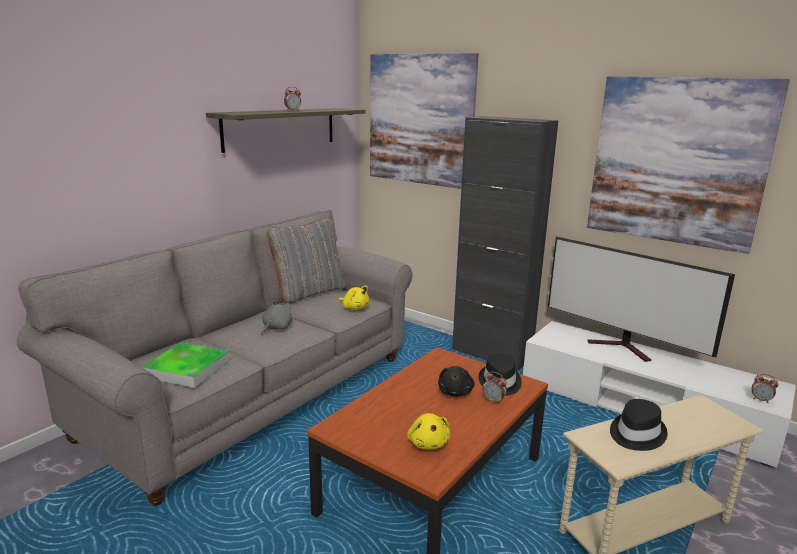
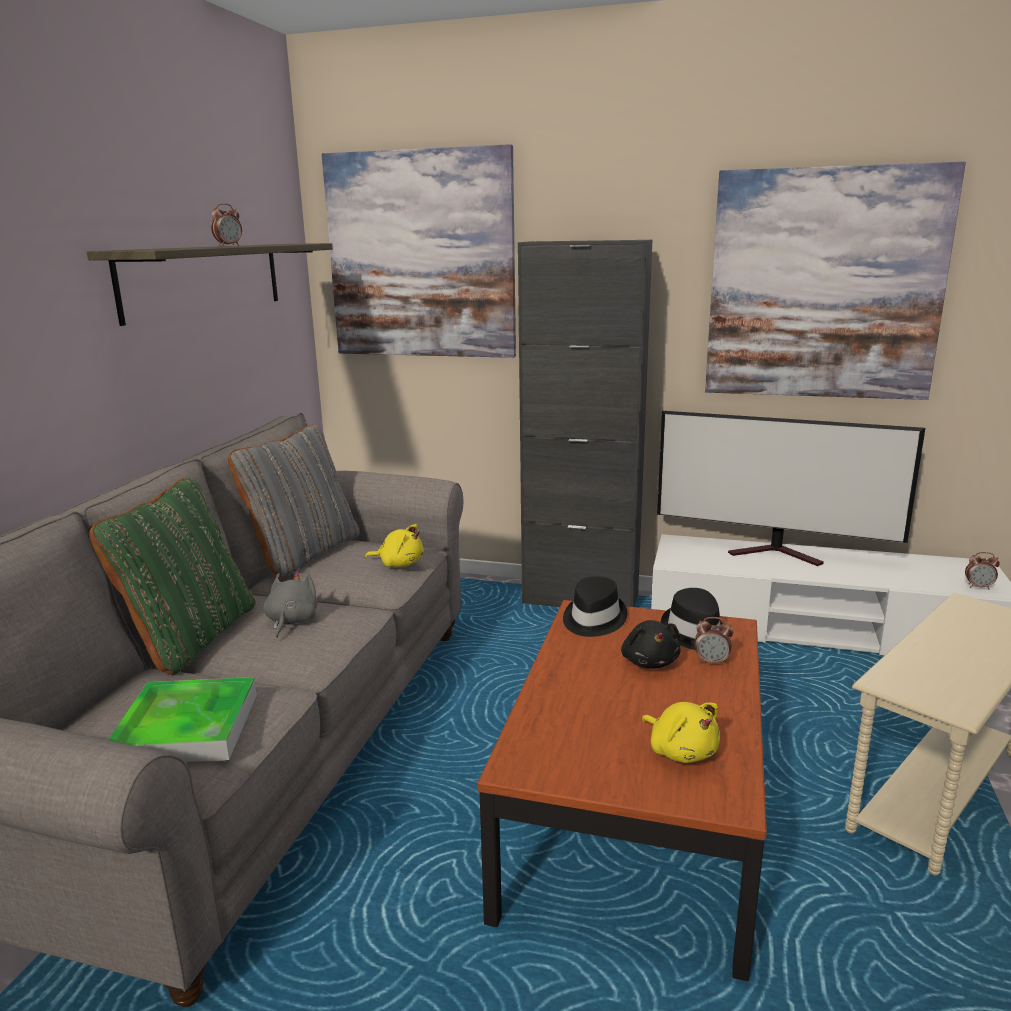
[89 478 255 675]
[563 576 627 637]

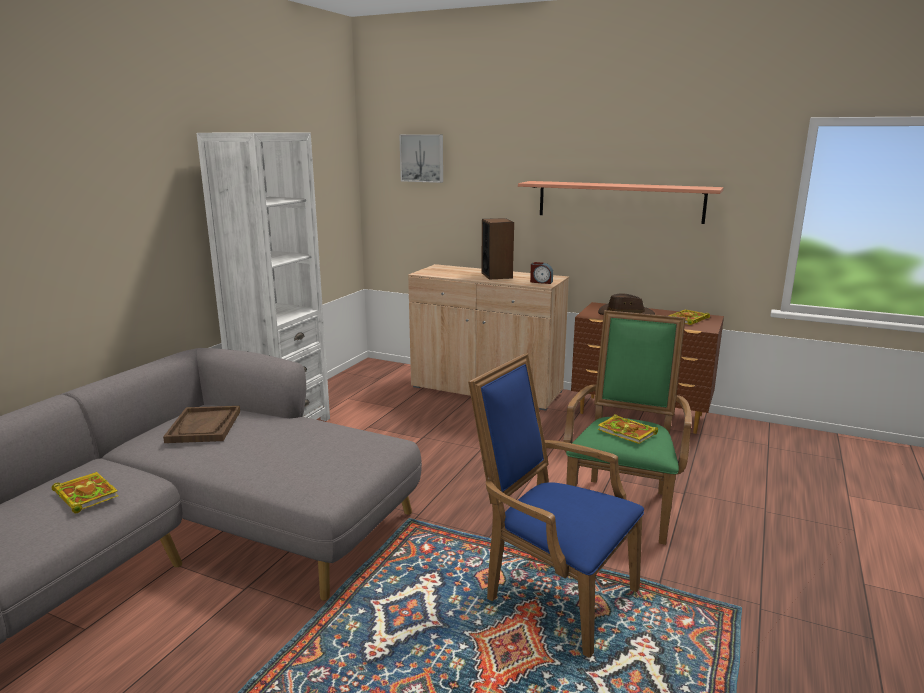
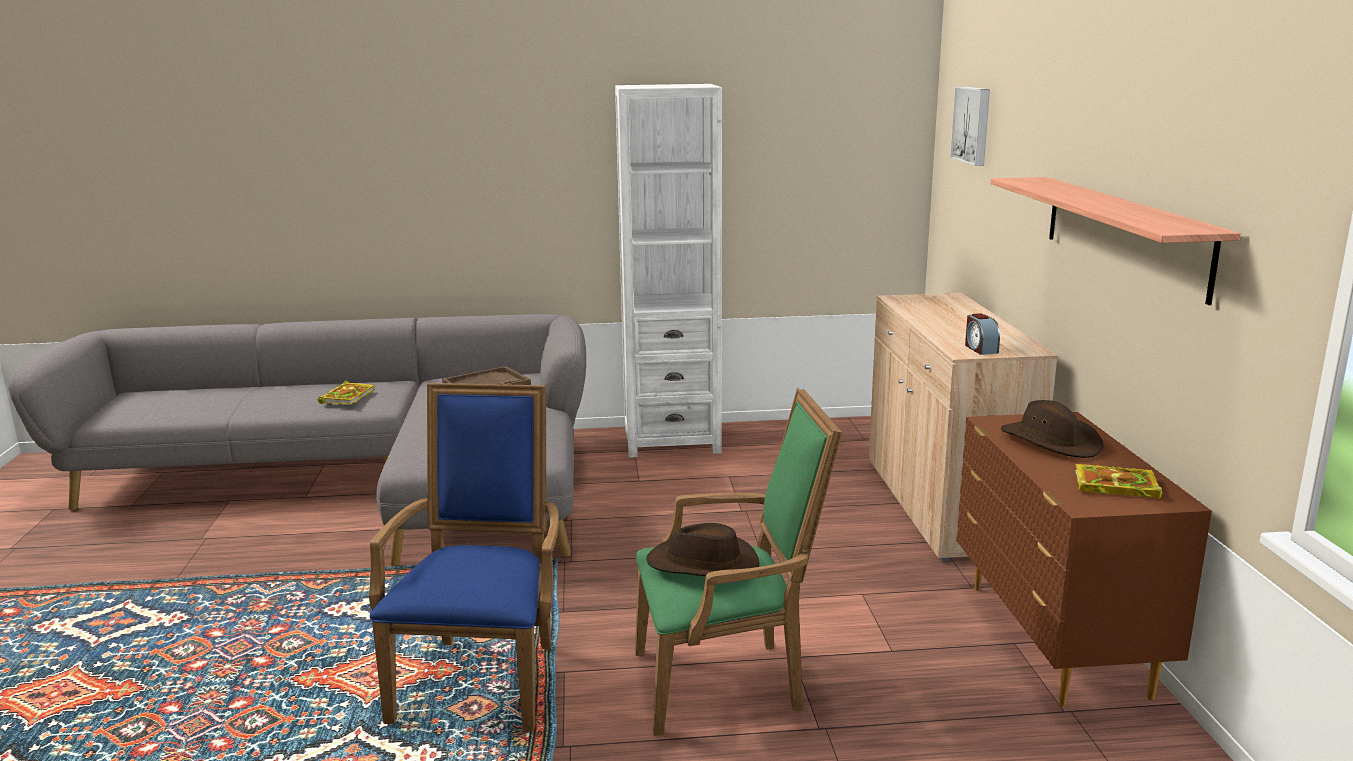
[646 523 759 576]
[481 218 514 280] (first image)

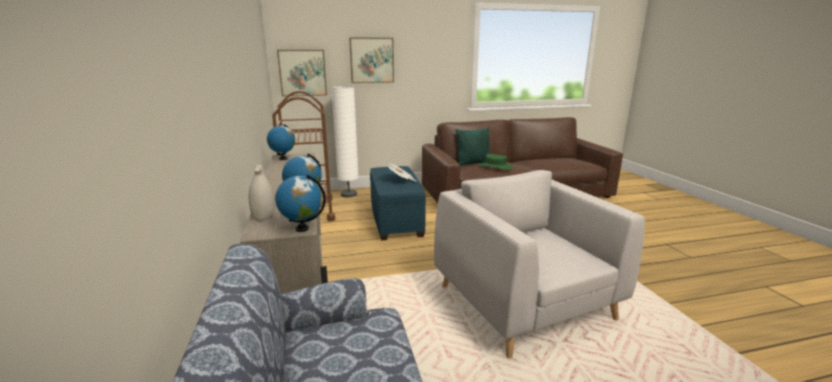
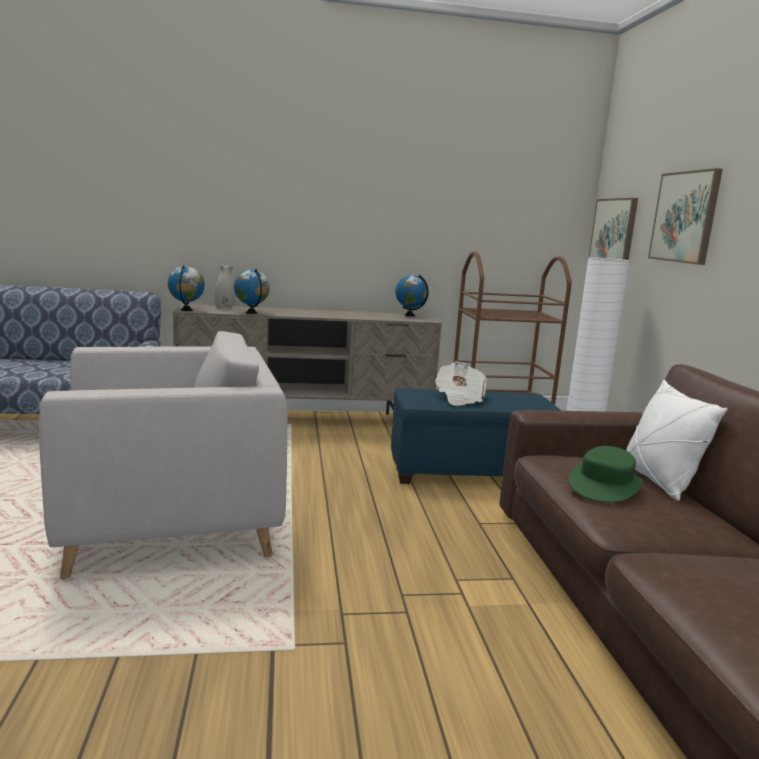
[626 380 727 501]

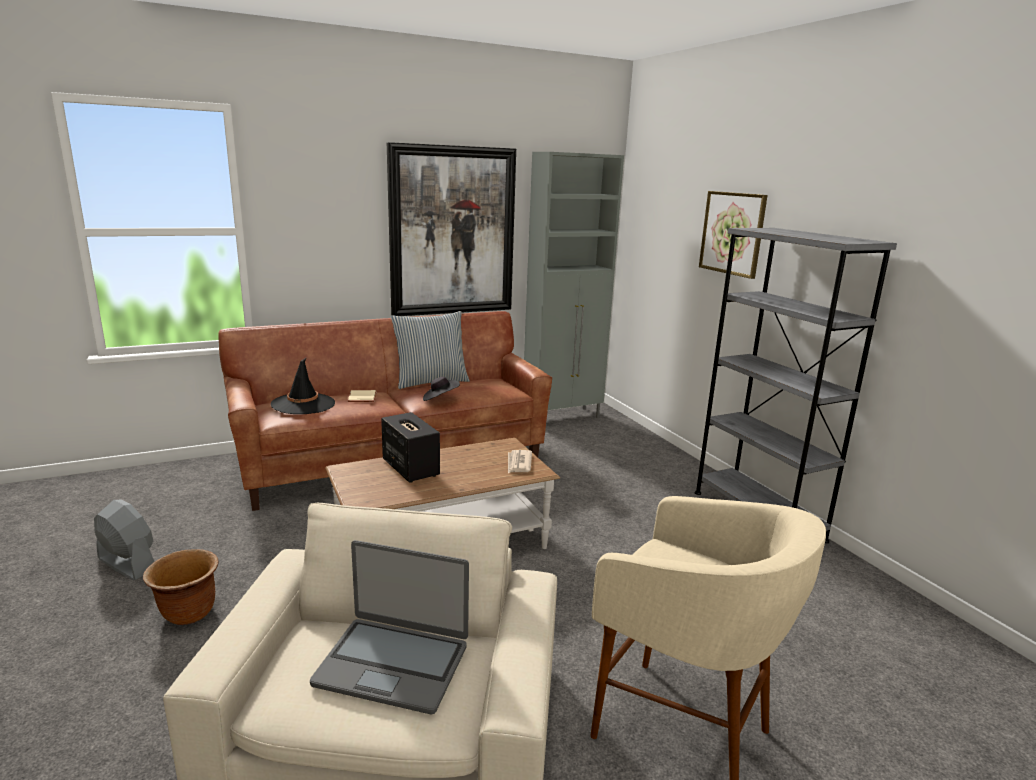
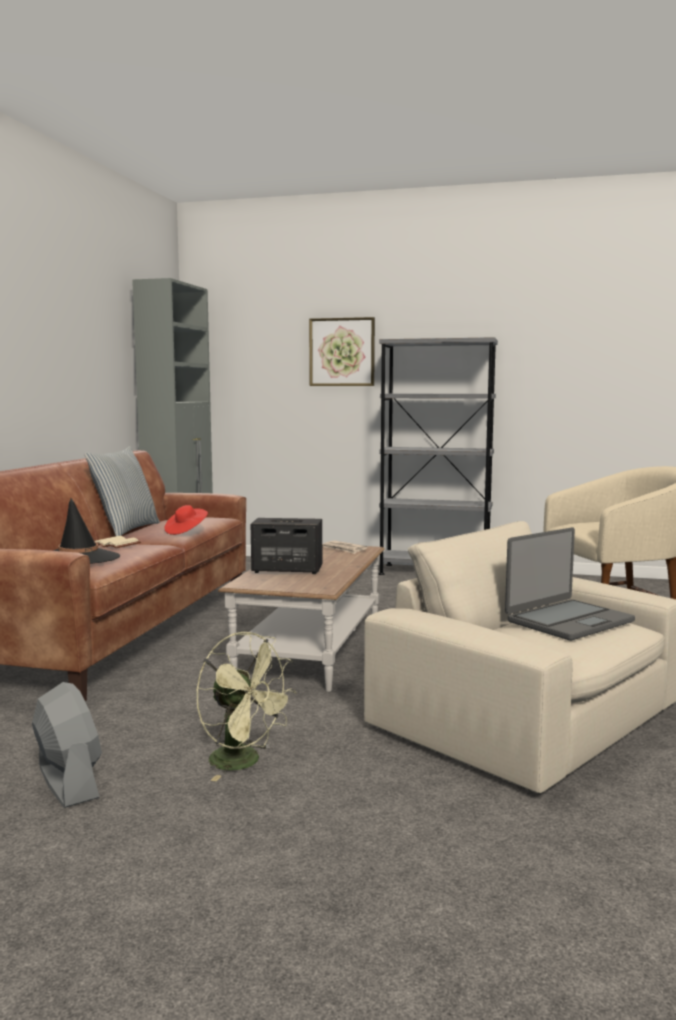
[32 682 102 808]
[164 505 208 535]
[197 632 297 781]
[387 142 516 316] (first image)

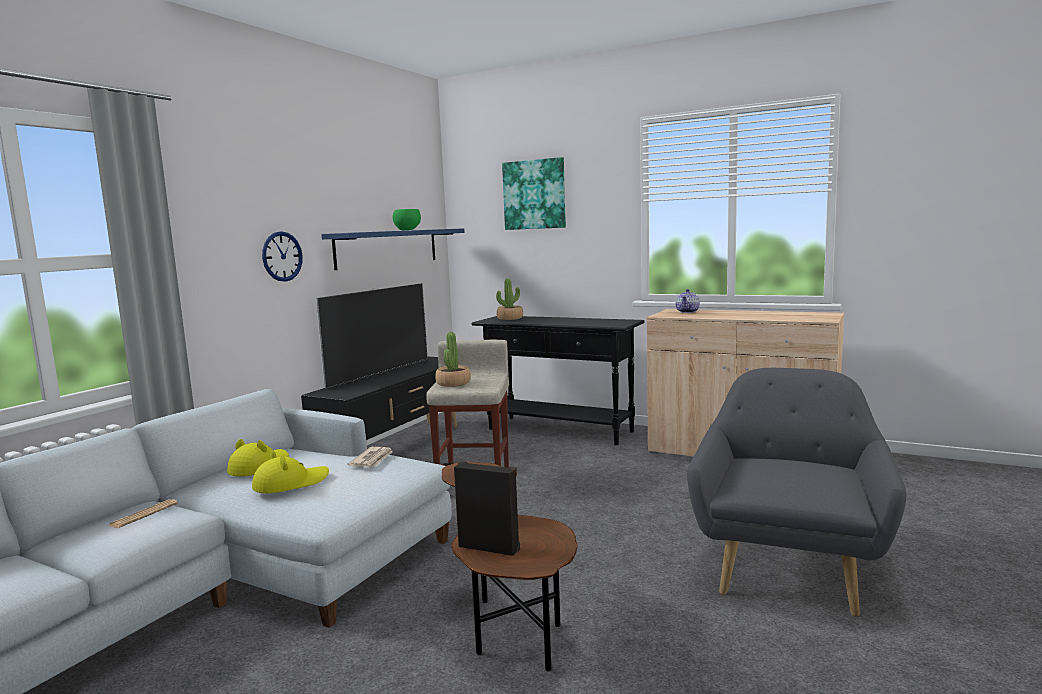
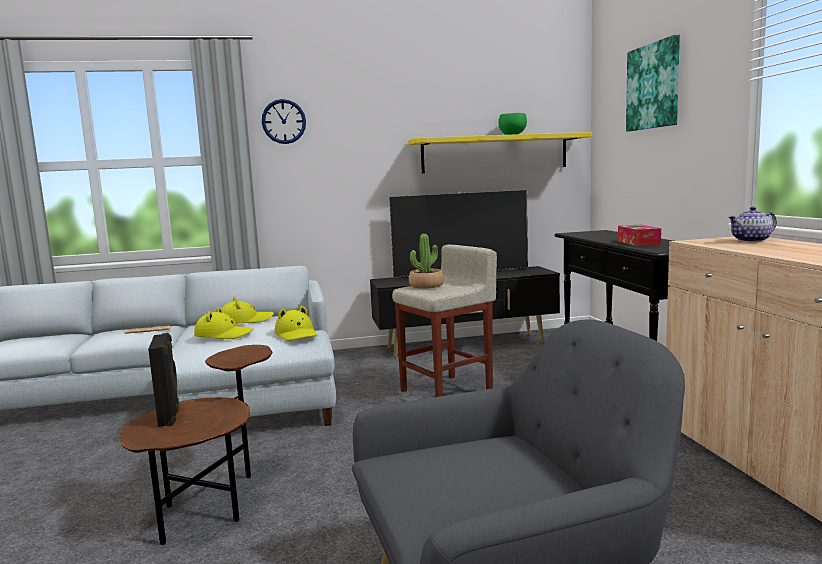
[262 99 306 144]
[275 306 317 341]
[408 132 592 173]
[618 225 661 246]
[496 278 523 320] (first image)

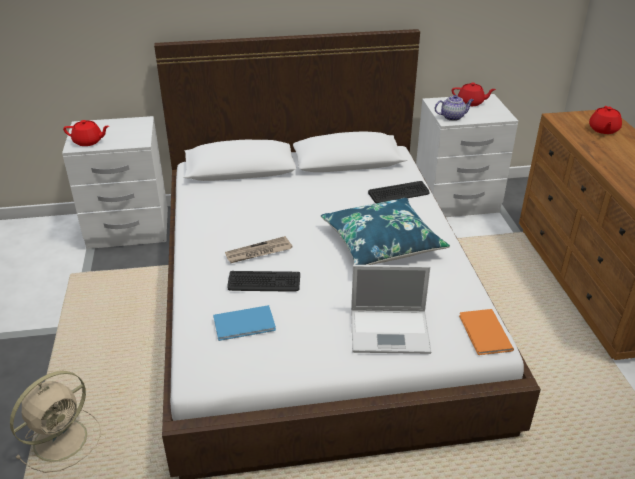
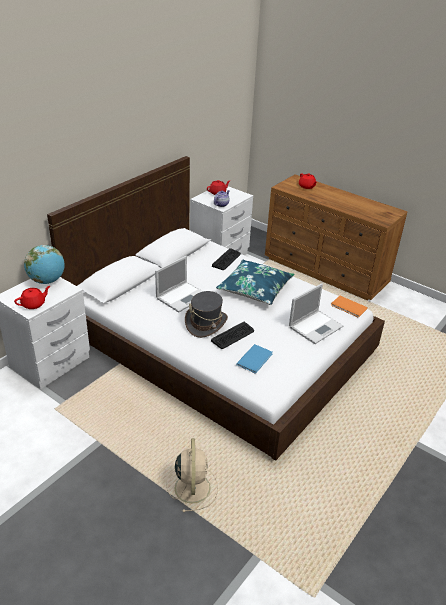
[24 245 65 284]
[155 256 203 312]
[185 291 228 338]

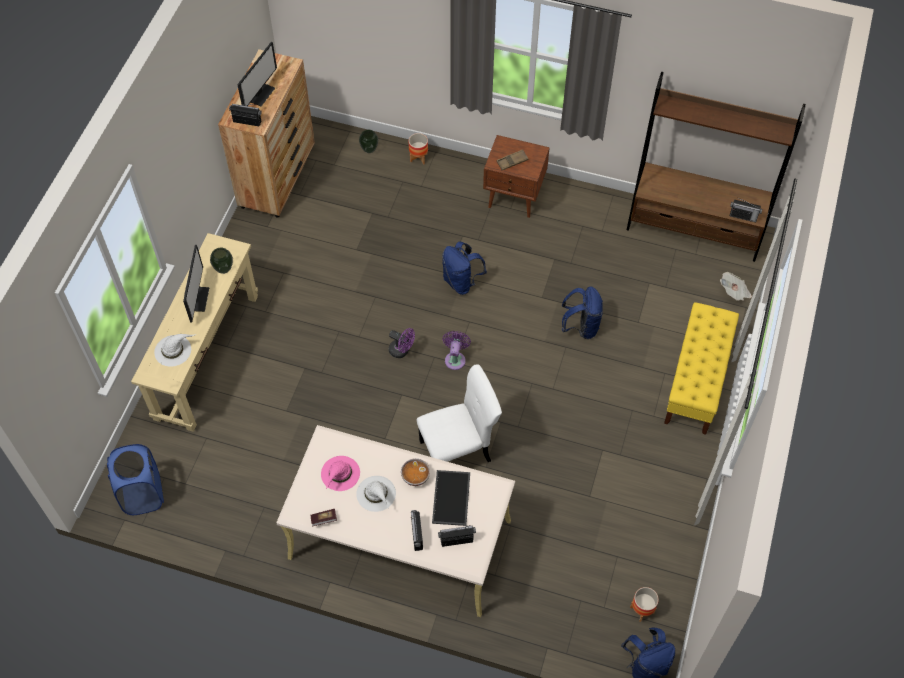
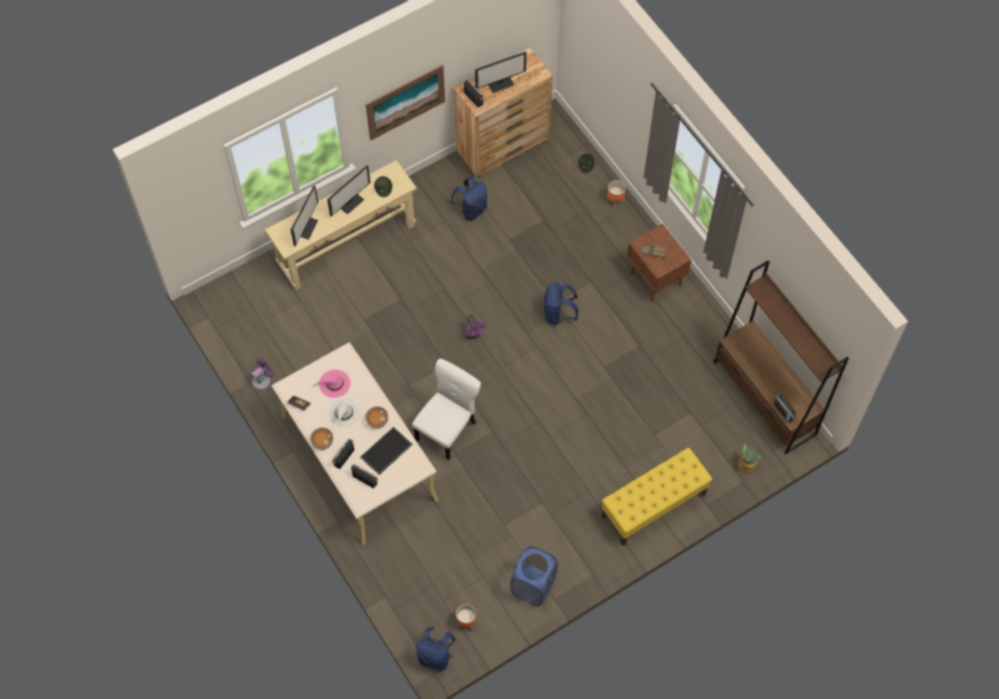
[251 358 274 390]
[291 185 319 246]
[310 427 334 450]
[366 65 445 140]
[412 358 481 460]
[450 177 487 221]
[511 547 558 606]
[738 444 762 474]

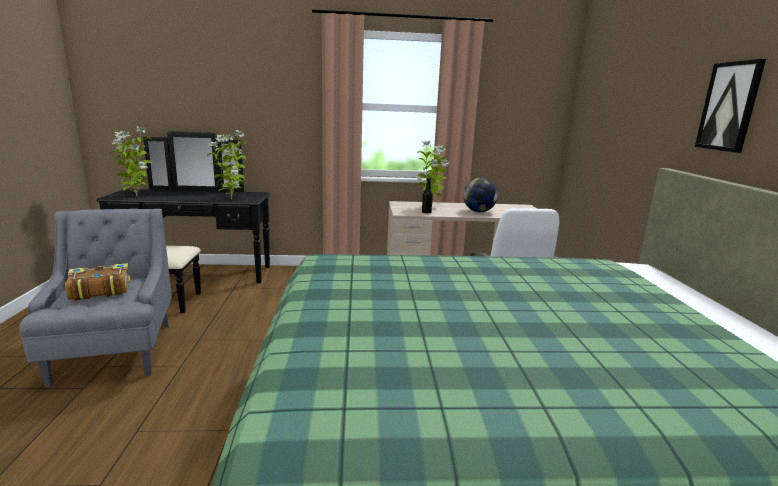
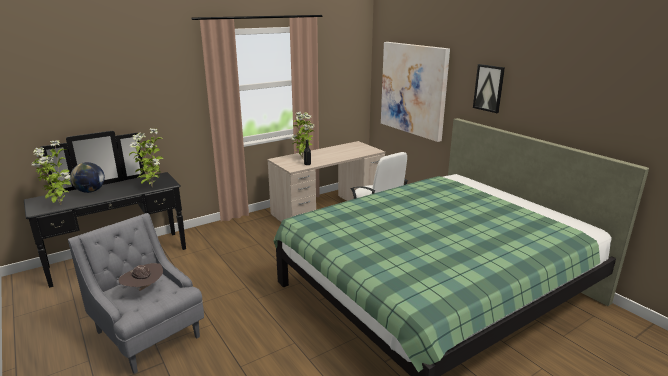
[70 162 105 193]
[119 263 163 291]
[381 42 450 142]

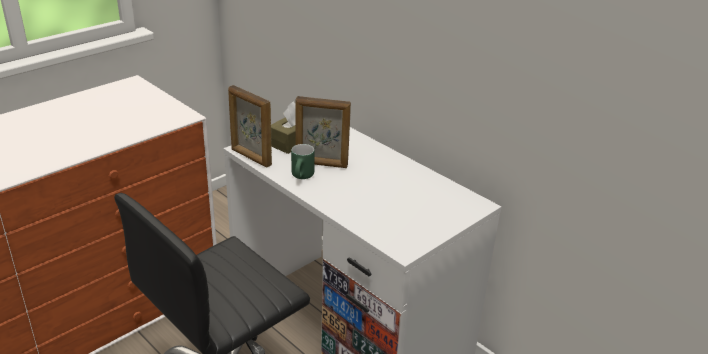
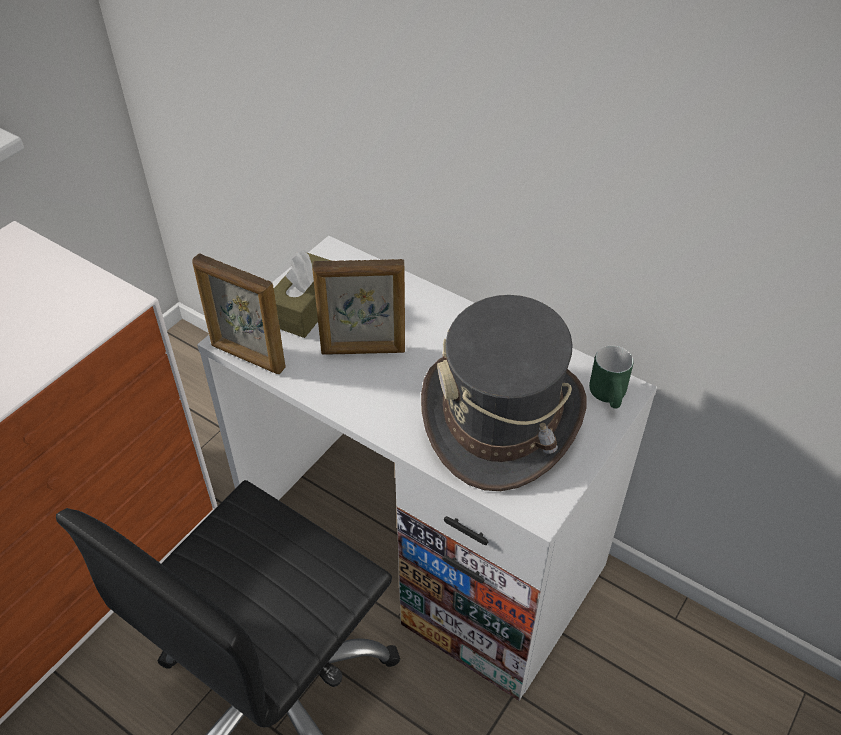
[421 295 587 491]
[589 346 633 409]

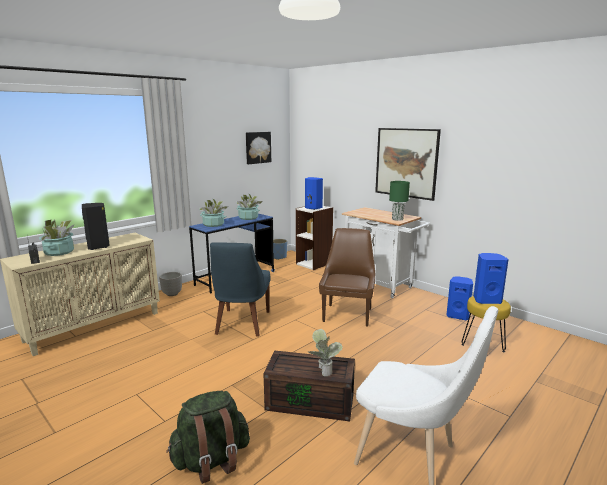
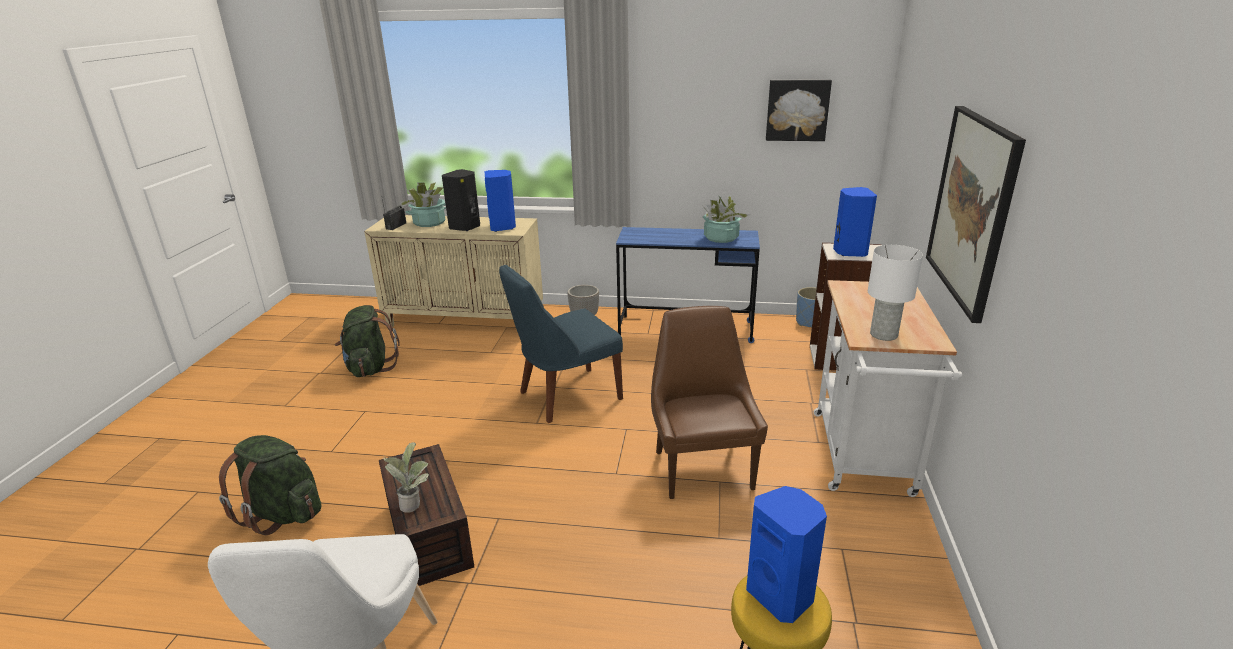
[335 305 400 377]
[485 170 516 232]
[651 306 768 499]
[868 245 923 341]
[199 199 228 227] (first image)

